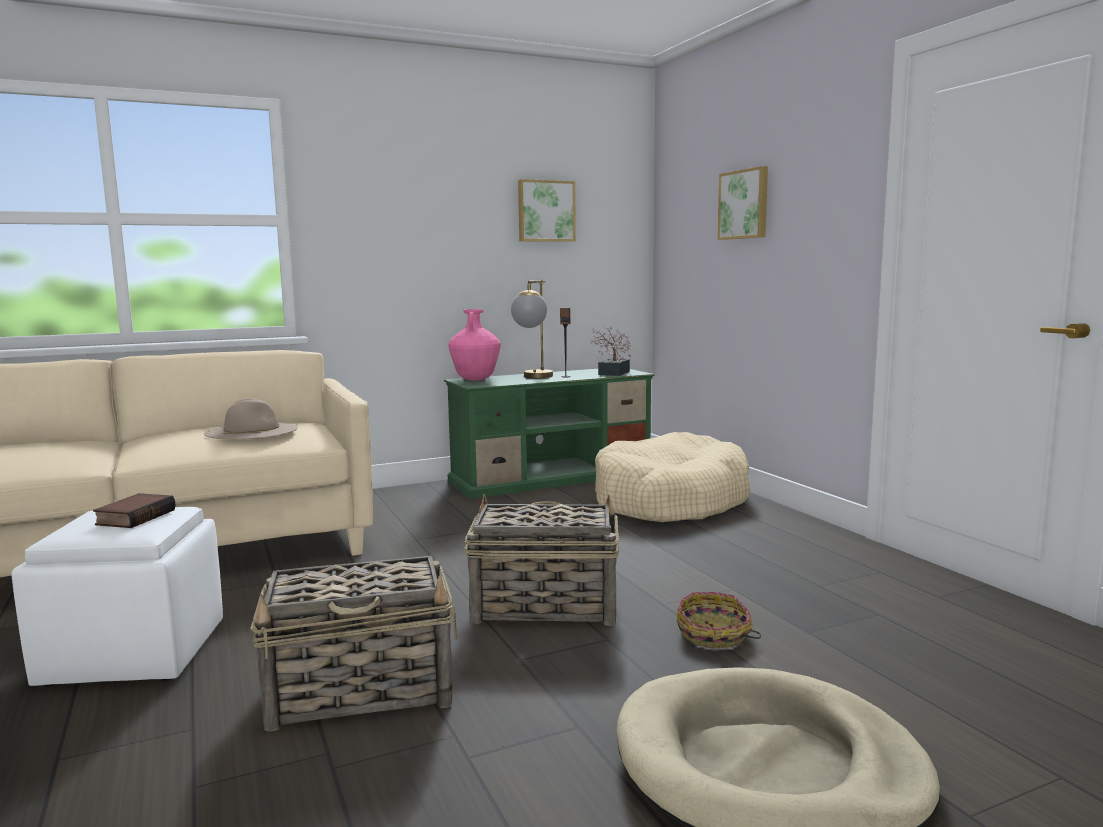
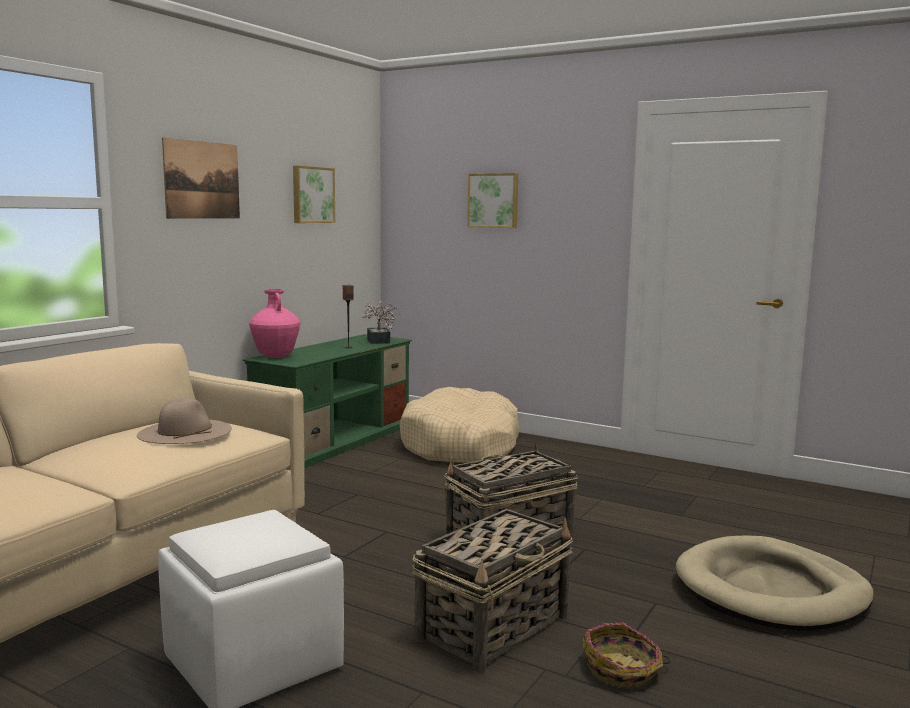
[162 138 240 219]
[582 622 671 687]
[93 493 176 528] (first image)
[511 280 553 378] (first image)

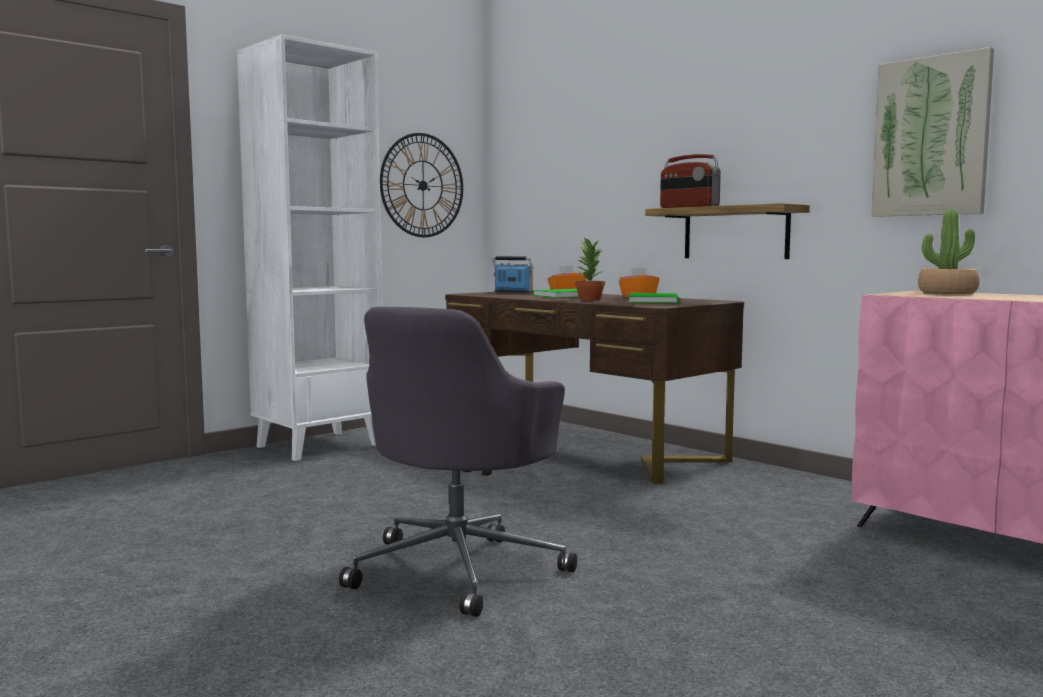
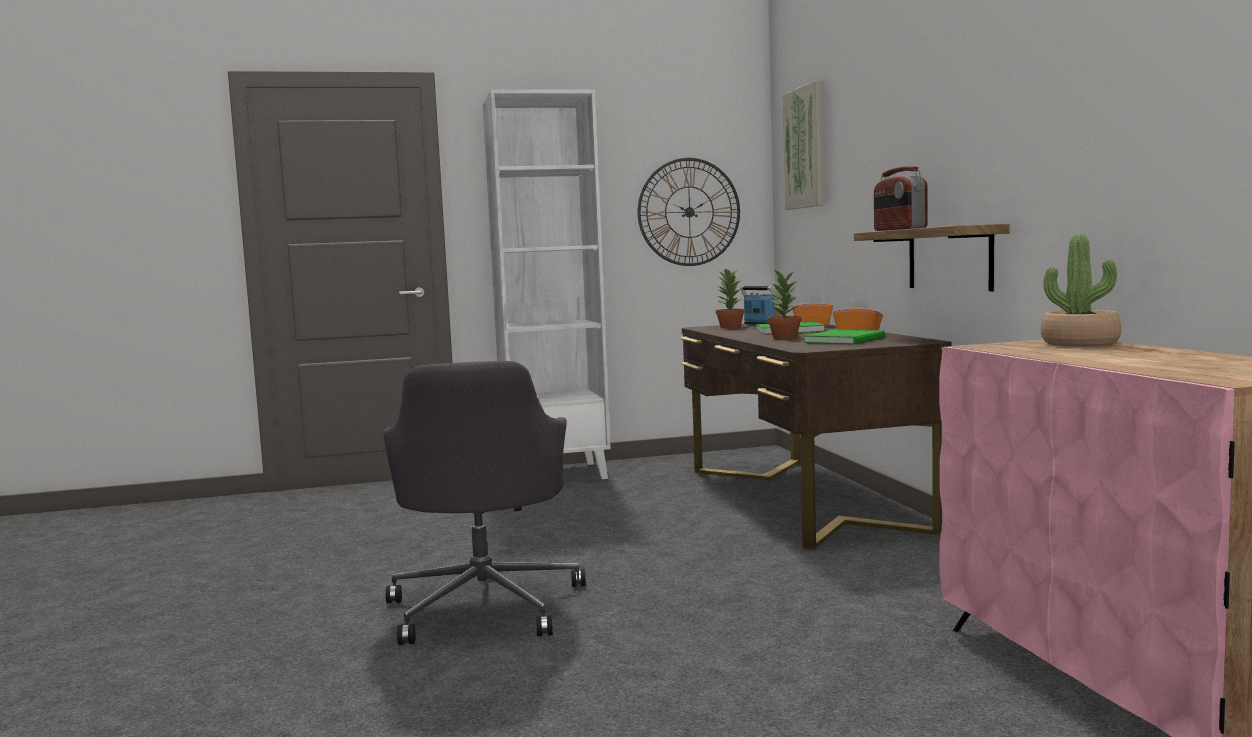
[384 361 586 645]
[715 268 745 328]
[783 80 825 210]

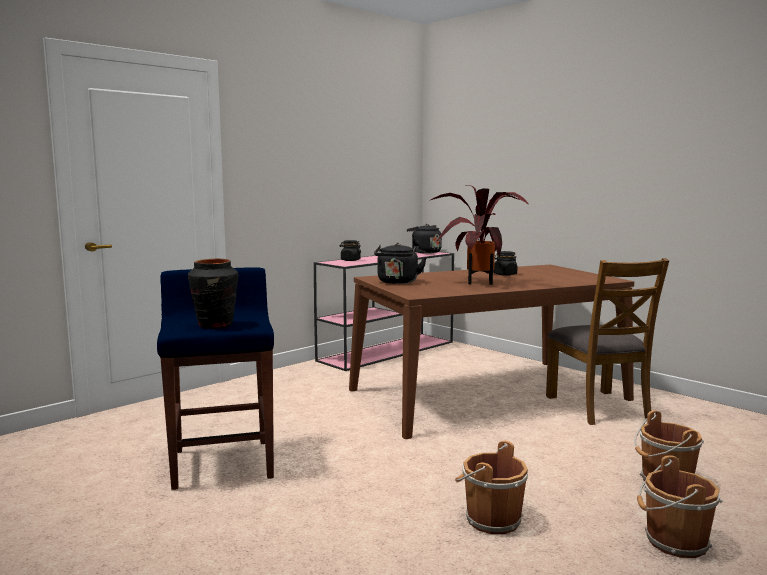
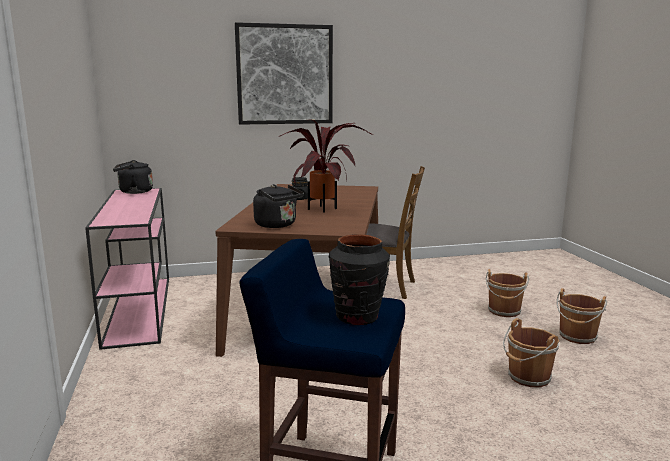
[235 22 333 125]
[340 240 361 261] (first image)

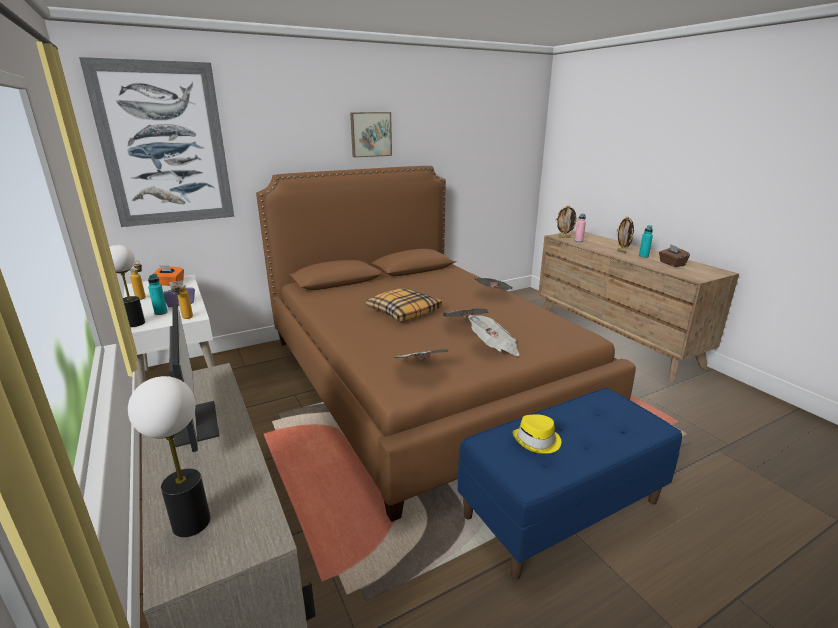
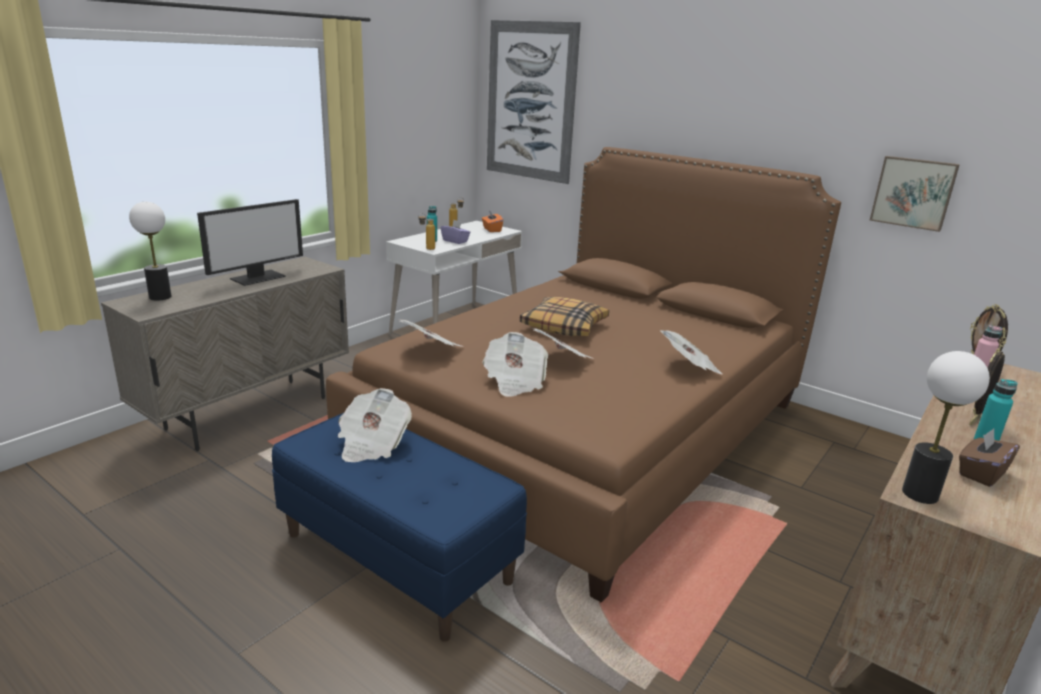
[338 388 412 462]
[870 156 960 232]
[902 351 990 504]

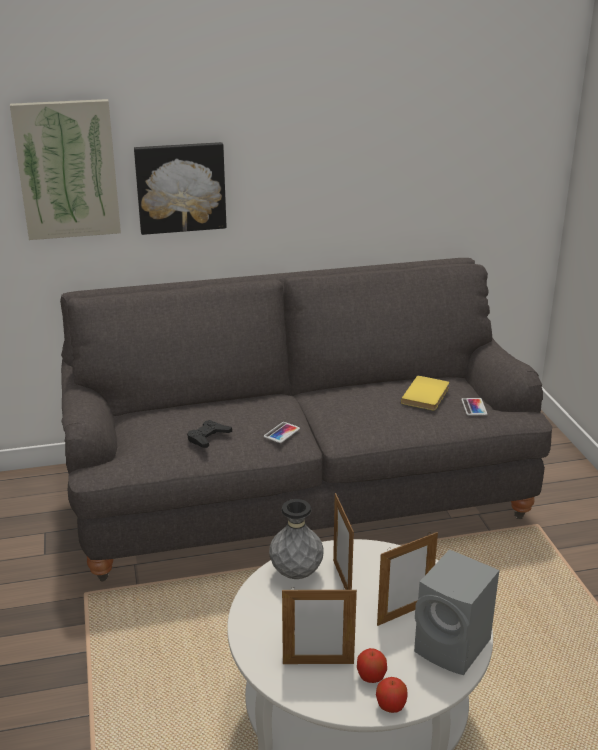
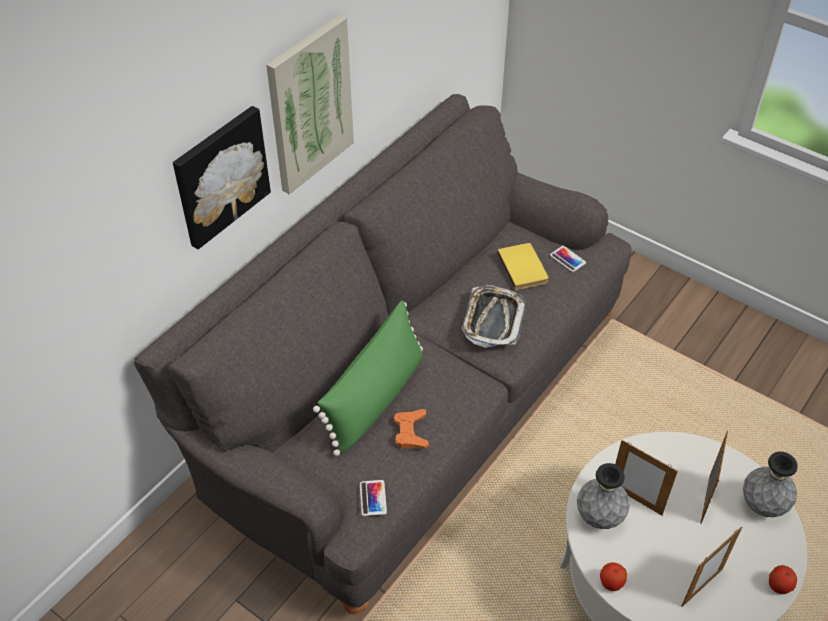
[266 15 354 194]
[313 300 423 456]
[360 480 387 516]
[394 409 429 449]
[462 285 526 348]
[600 562 627 591]
[743 452 798 517]

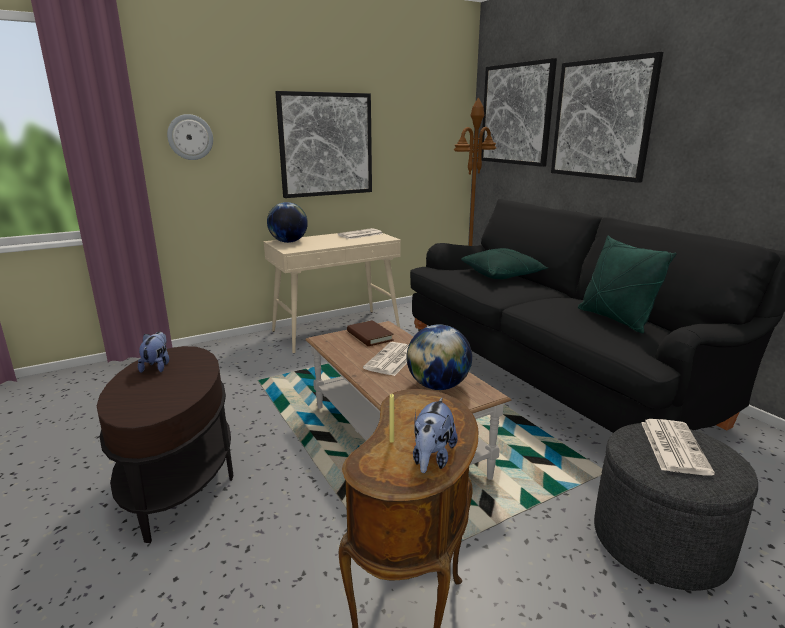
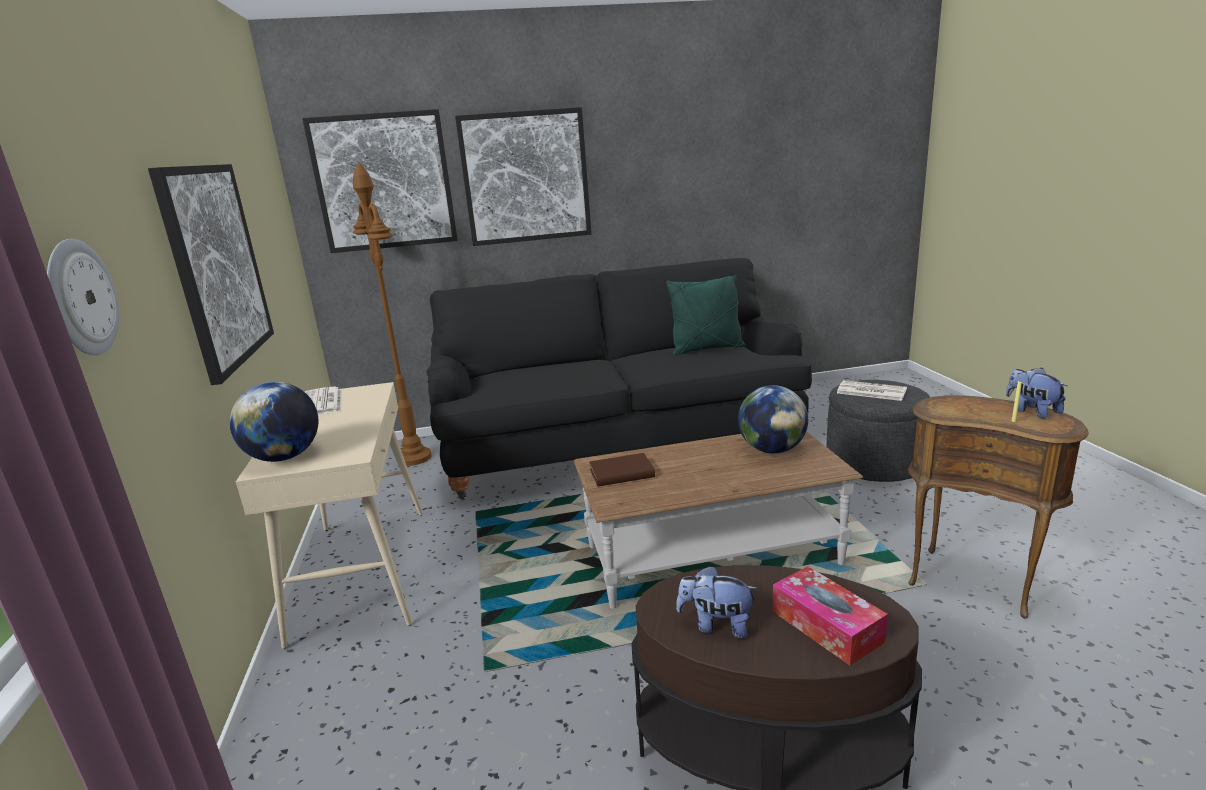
[772 566 888 666]
[1006 368 1067 419]
[363 342 409 376] (first image)
[461 248 548 279] (first image)

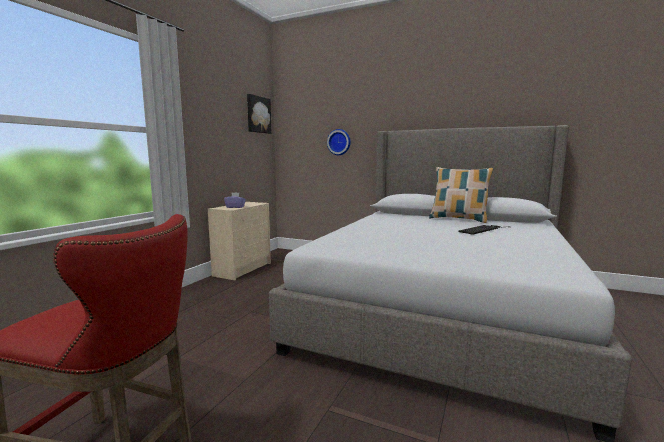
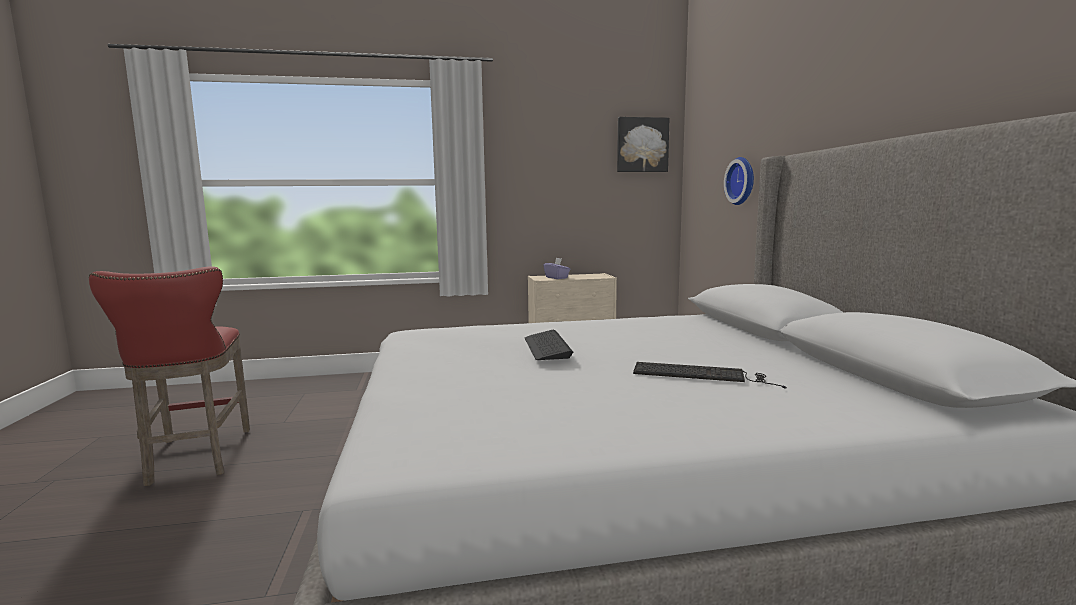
[524 330 573 360]
[429 167 493 223] (first image)

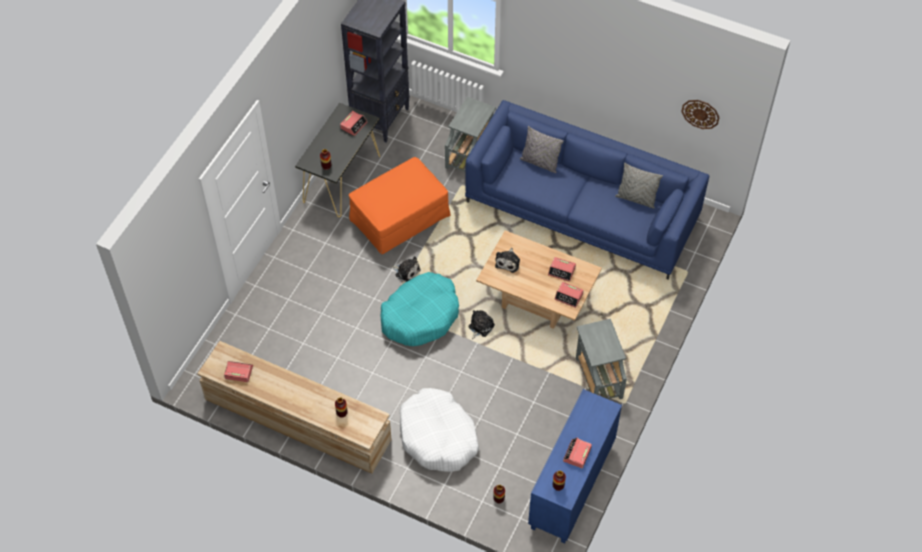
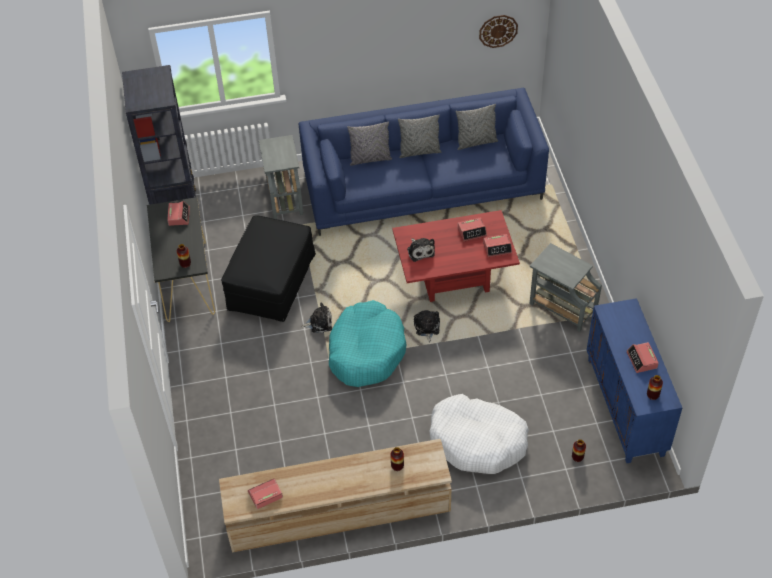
[221 215 316 322]
[392 210 520 302]
[398 115 441 158]

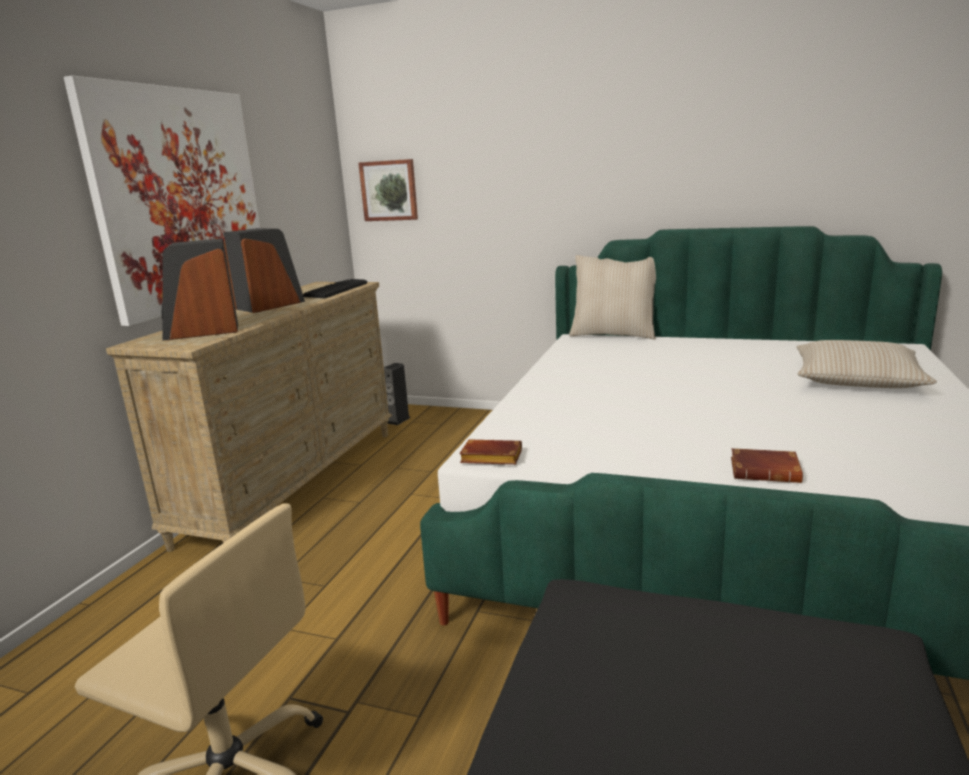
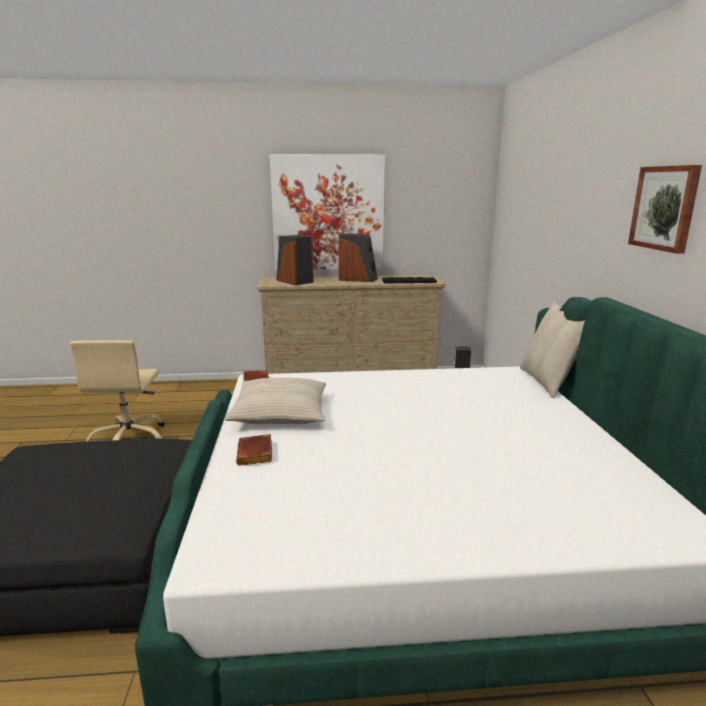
[224 378 326 424]
[628 165 702 254]

